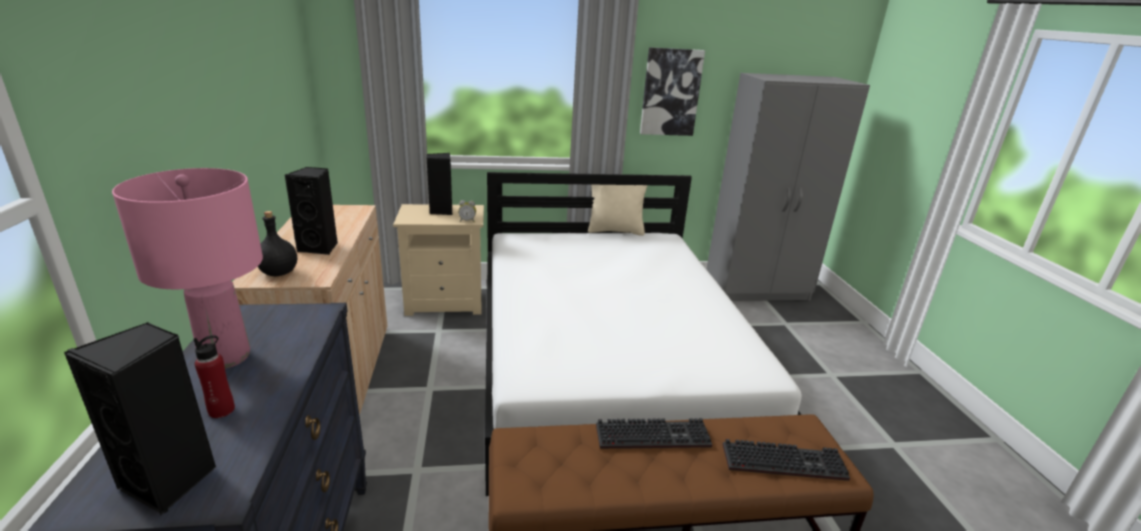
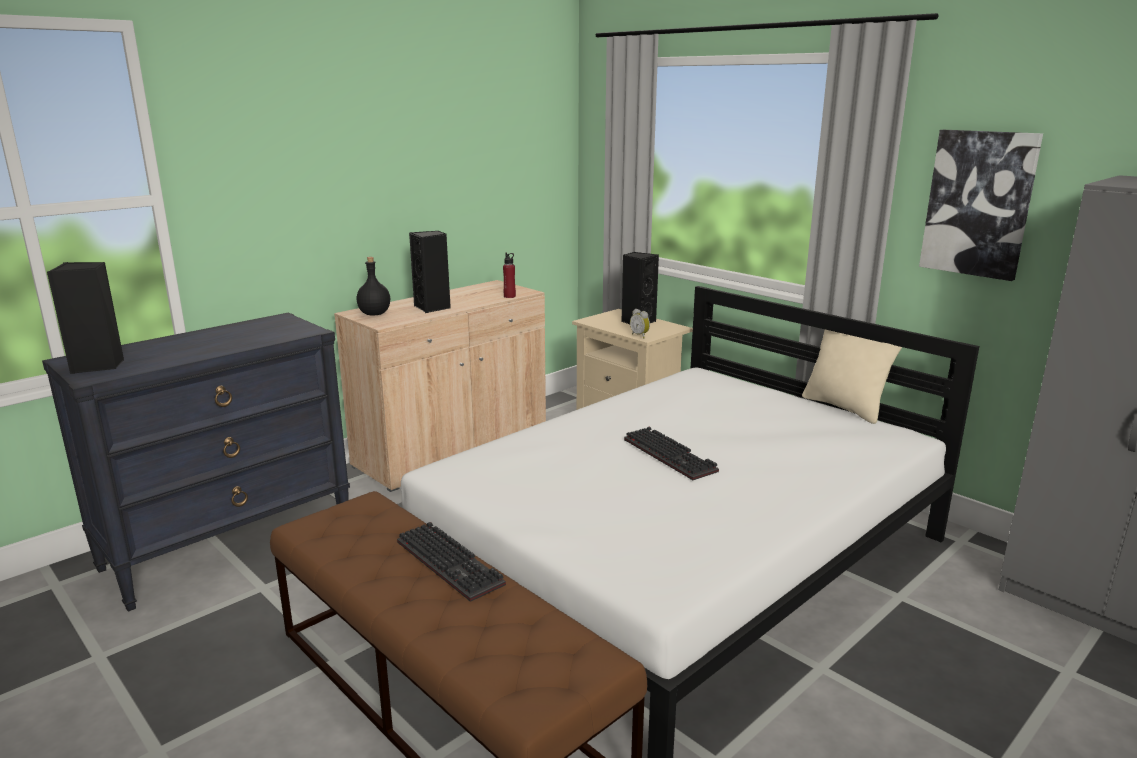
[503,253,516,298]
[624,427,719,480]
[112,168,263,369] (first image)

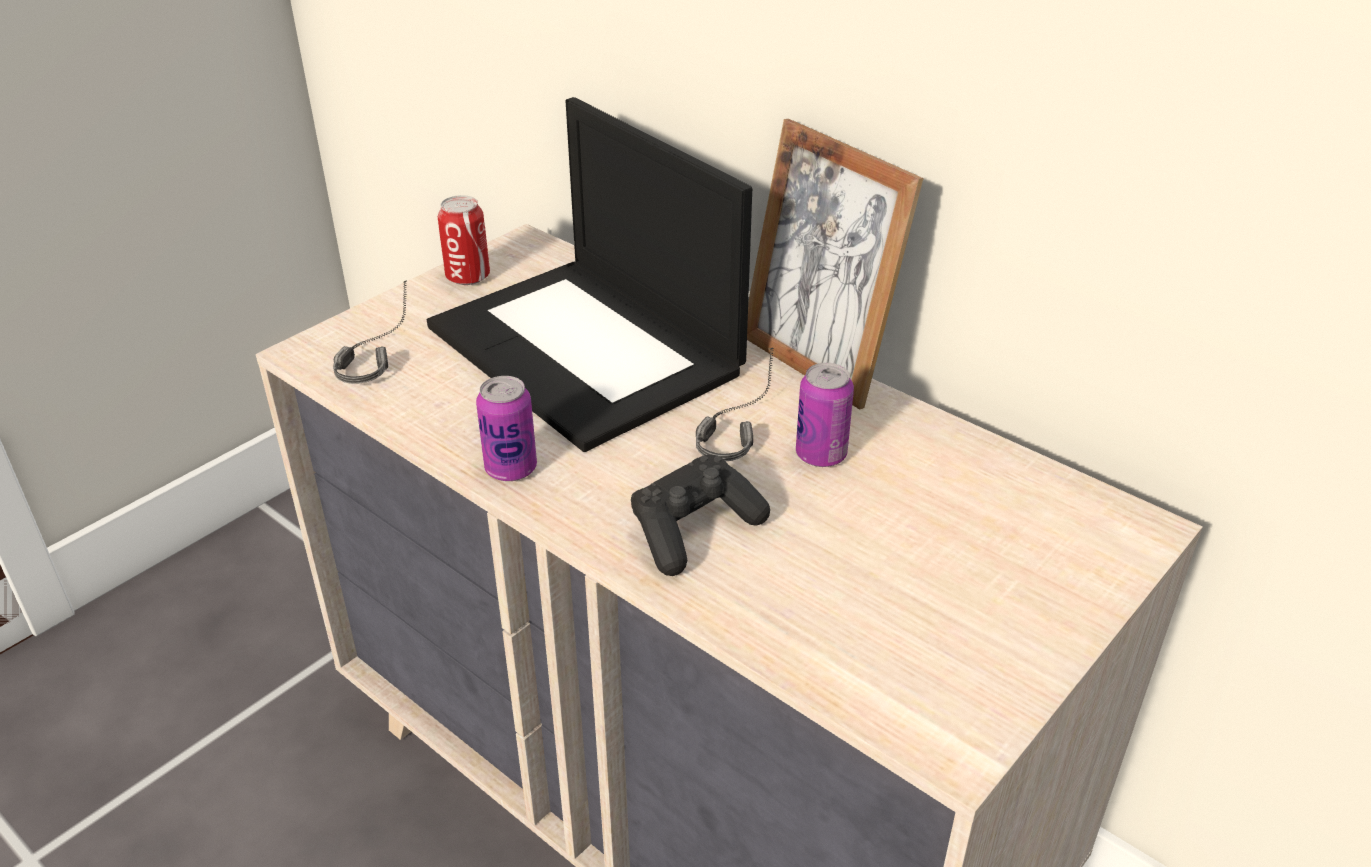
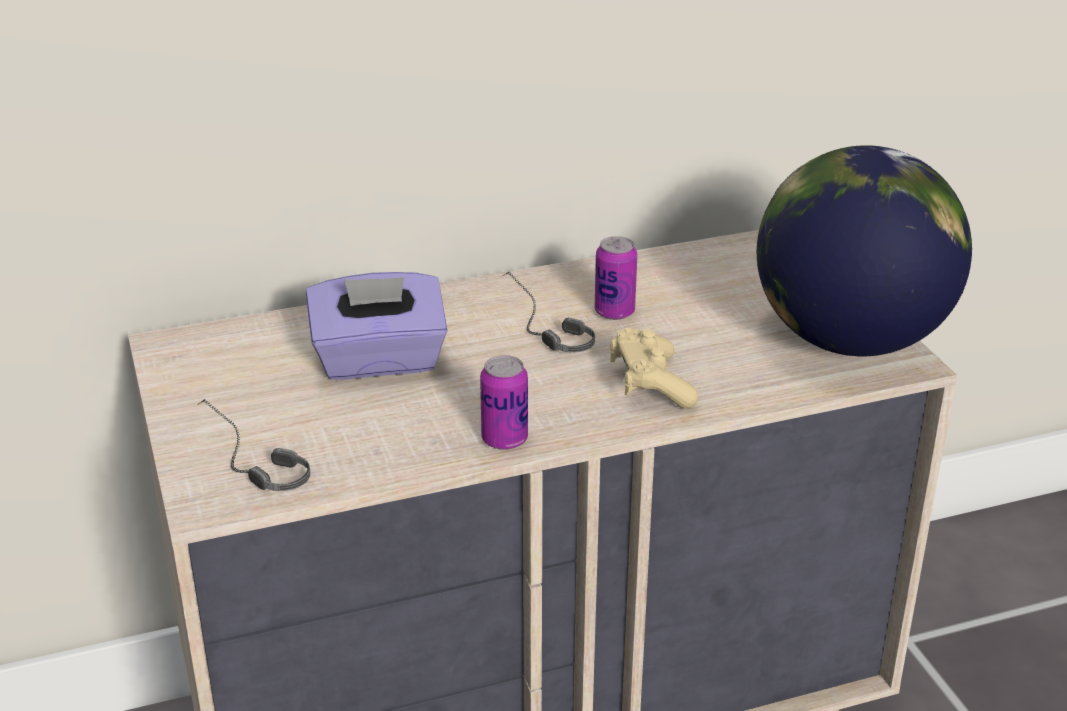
[306,272,447,380]
[609,328,698,409]
[757,145,972,357]
[438,195,490,285] (first image)
[747,119,924,410] (first image)

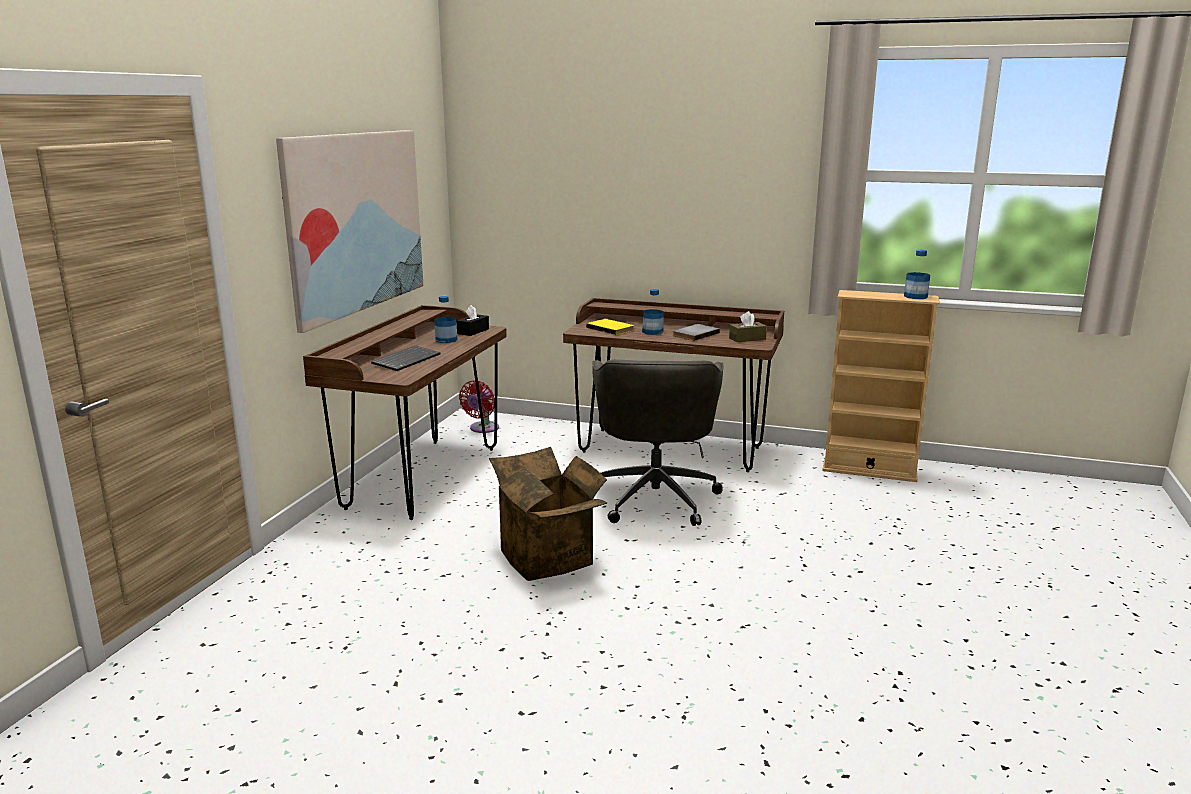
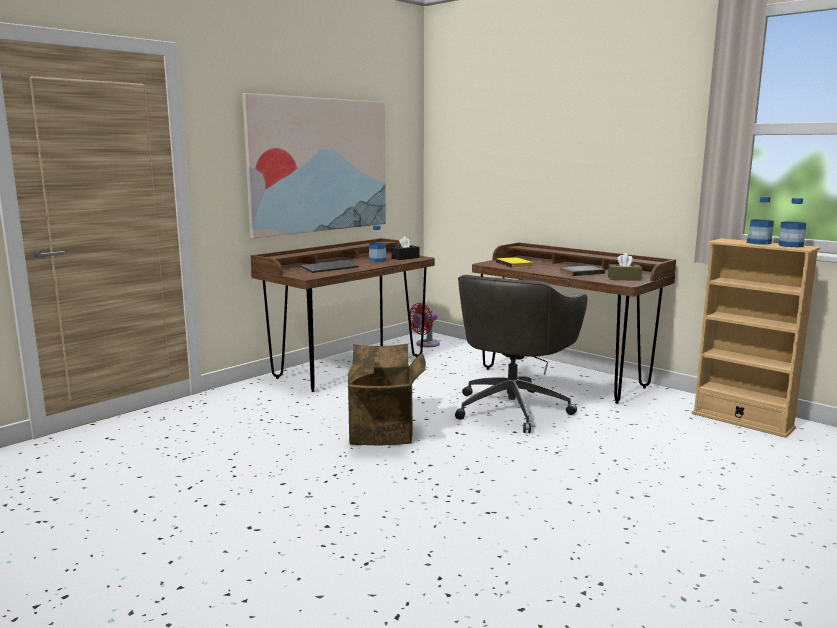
[747,196,774,245]

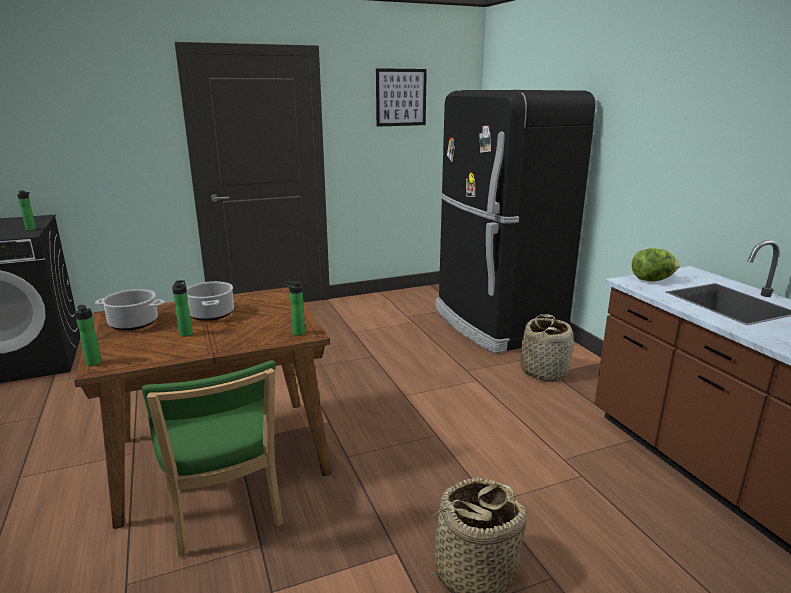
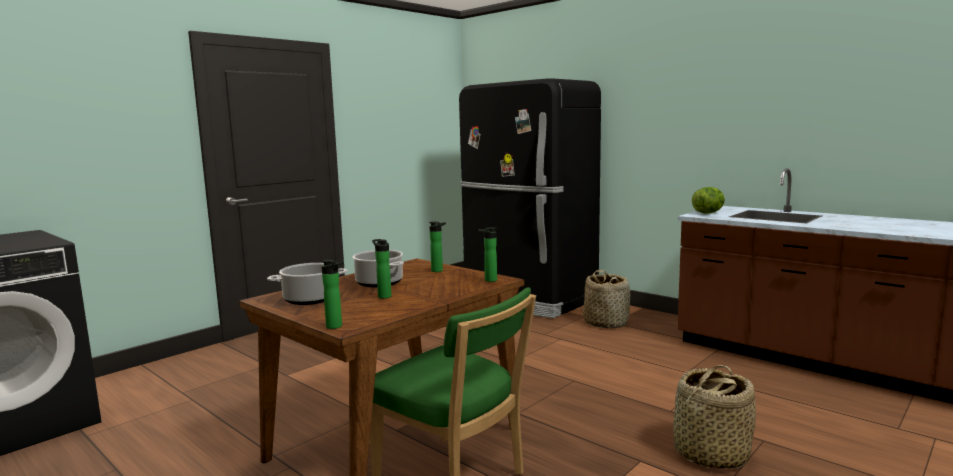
[429,221,446,272]
[376,68,427,127] (first image)

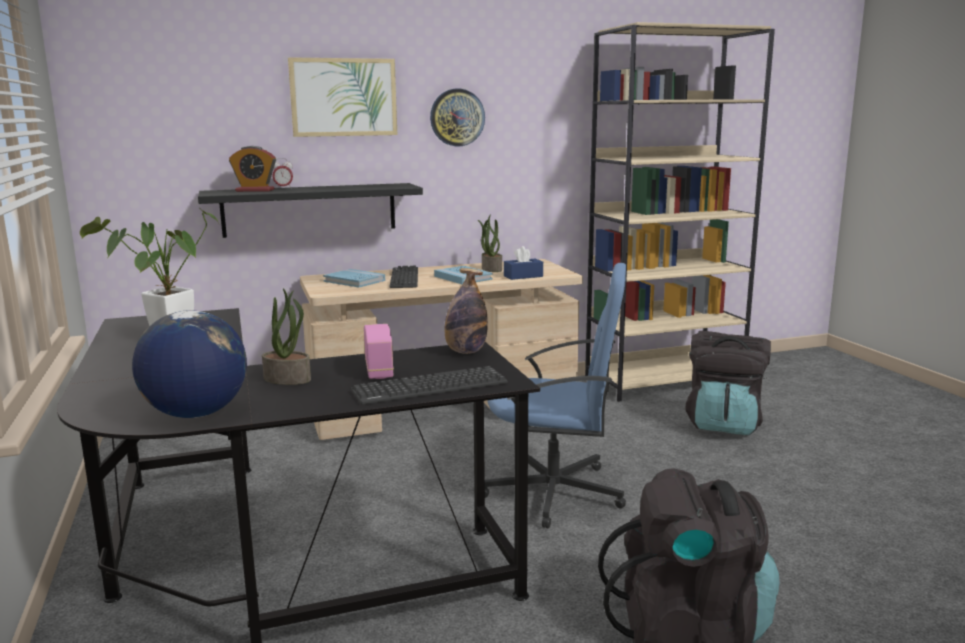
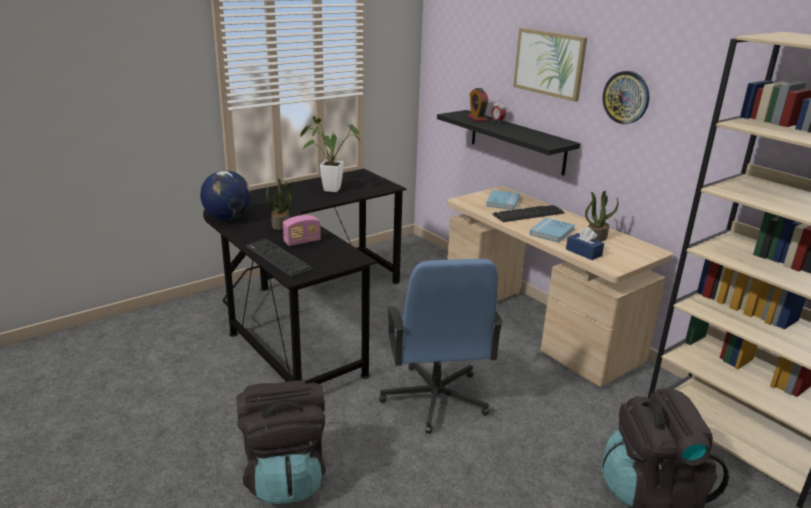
[445,268,488,354] (first image)

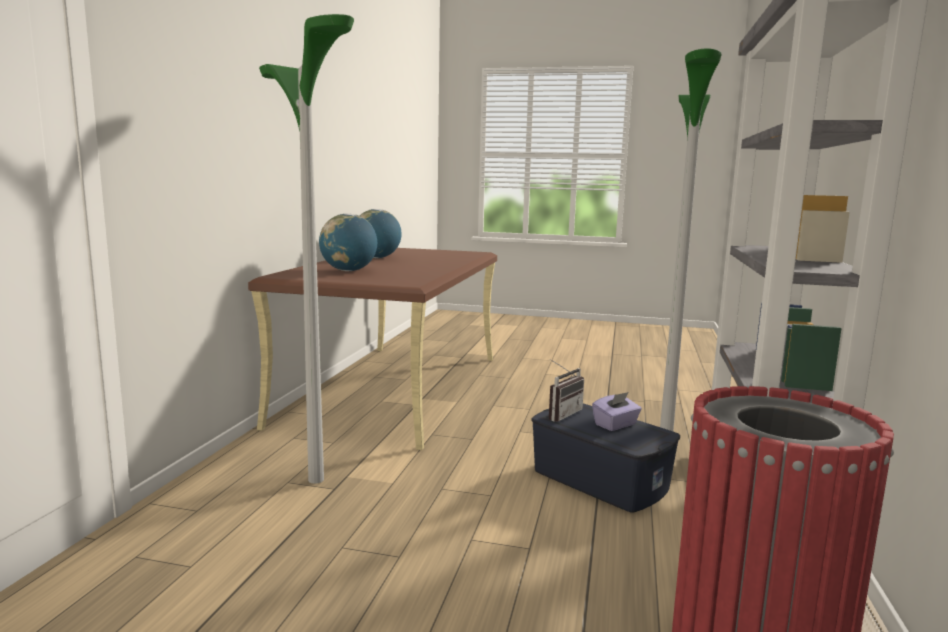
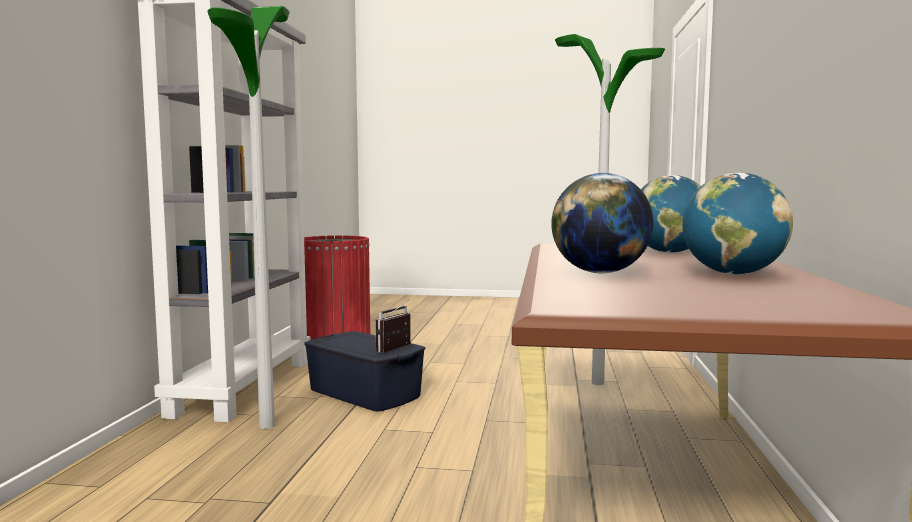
[551,173,653,273]
[592,392,642,431] (first image)

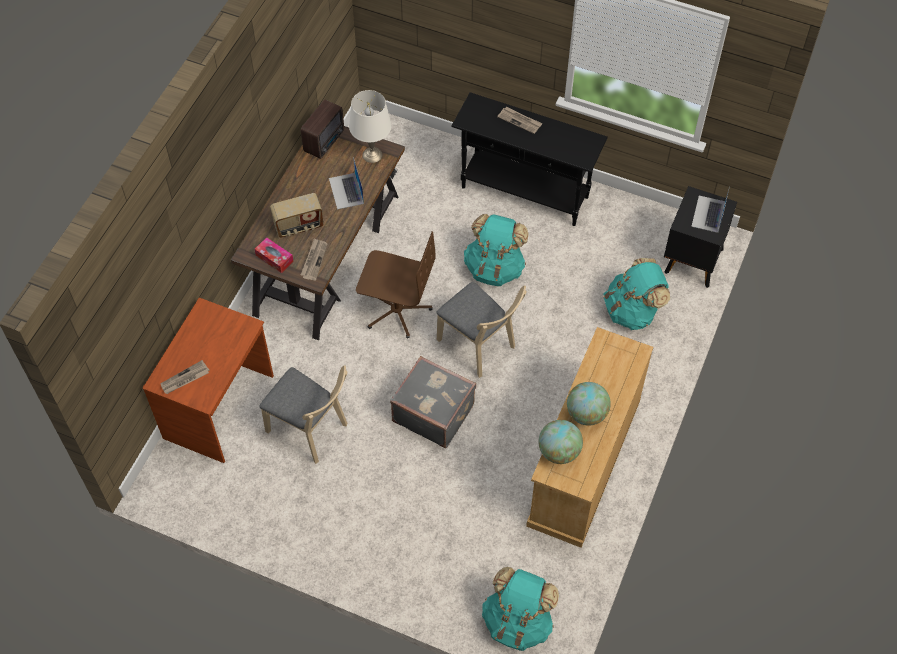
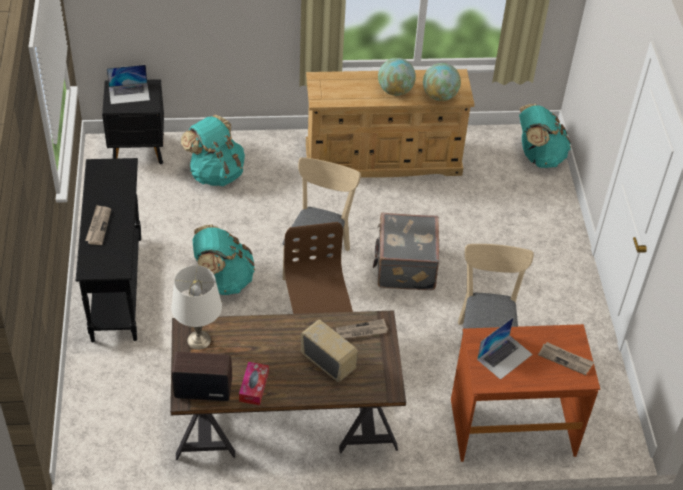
[239,362,269,405]
[477,317,533,380]

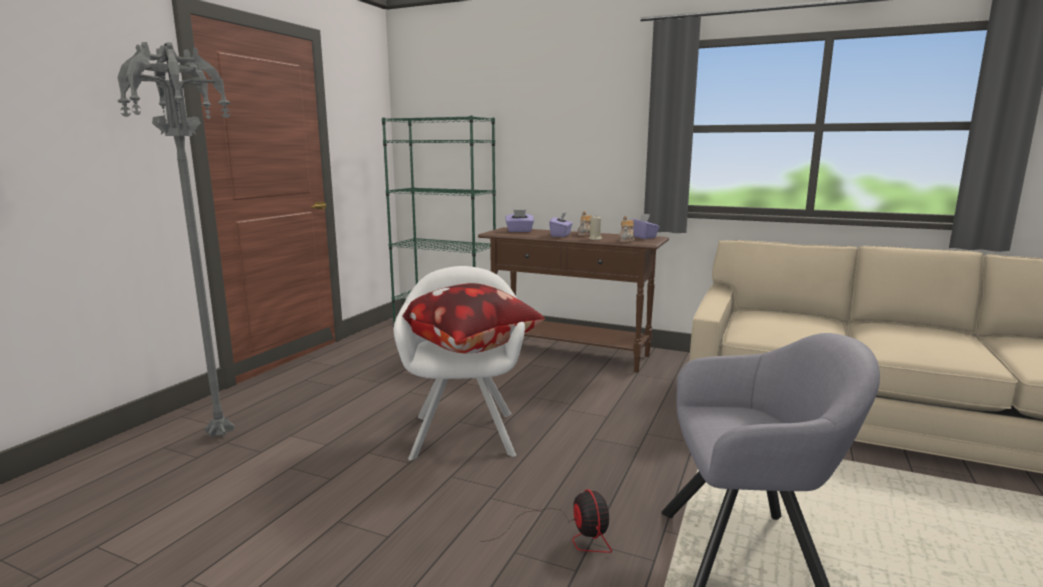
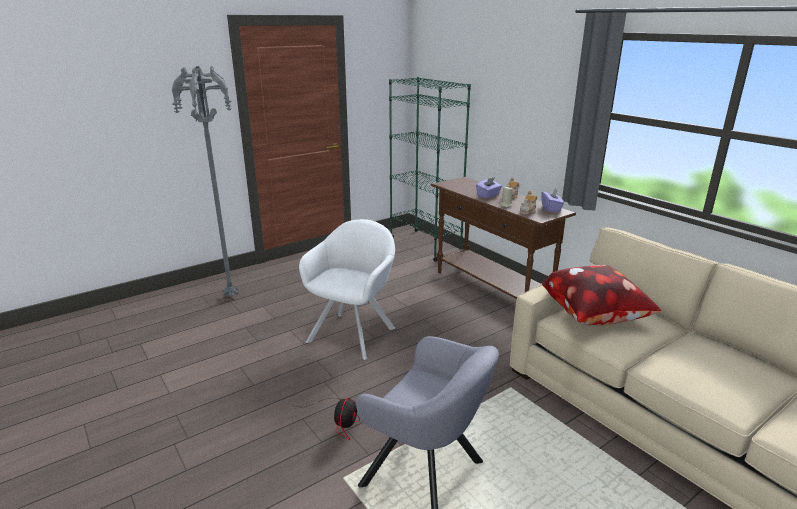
[542,265,662,325]
[506,210,534,232] (first image)

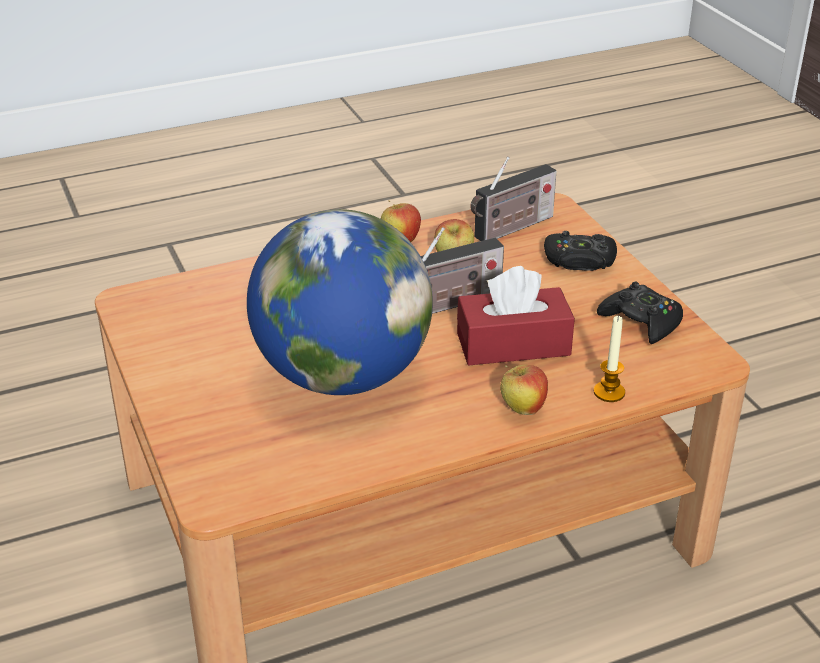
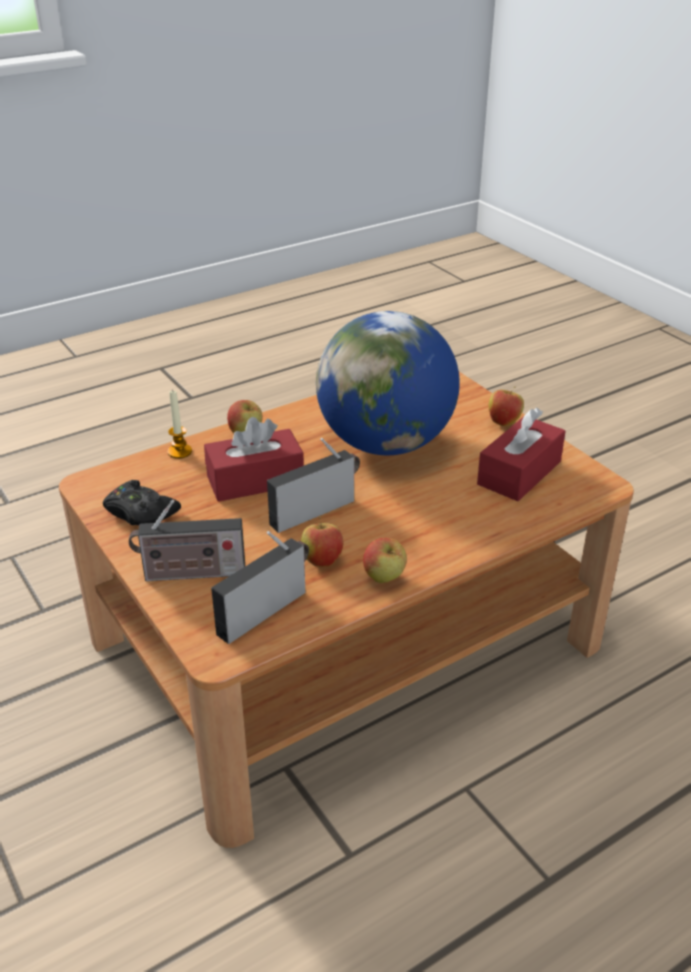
[129,500,245,581]
[477,408,566,501]
[488,386,524,426]

